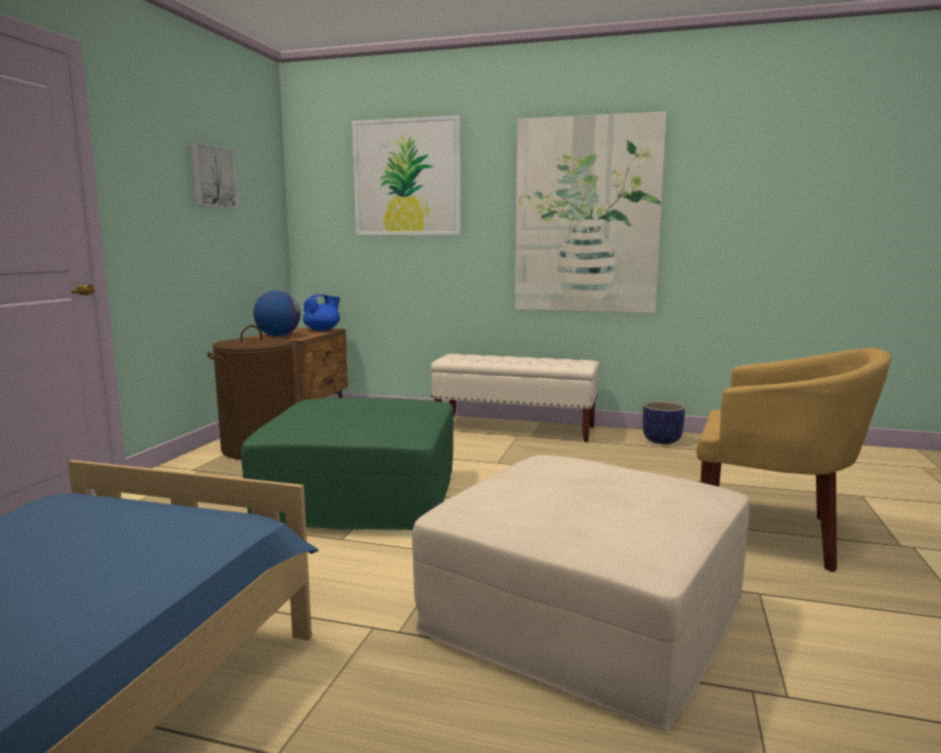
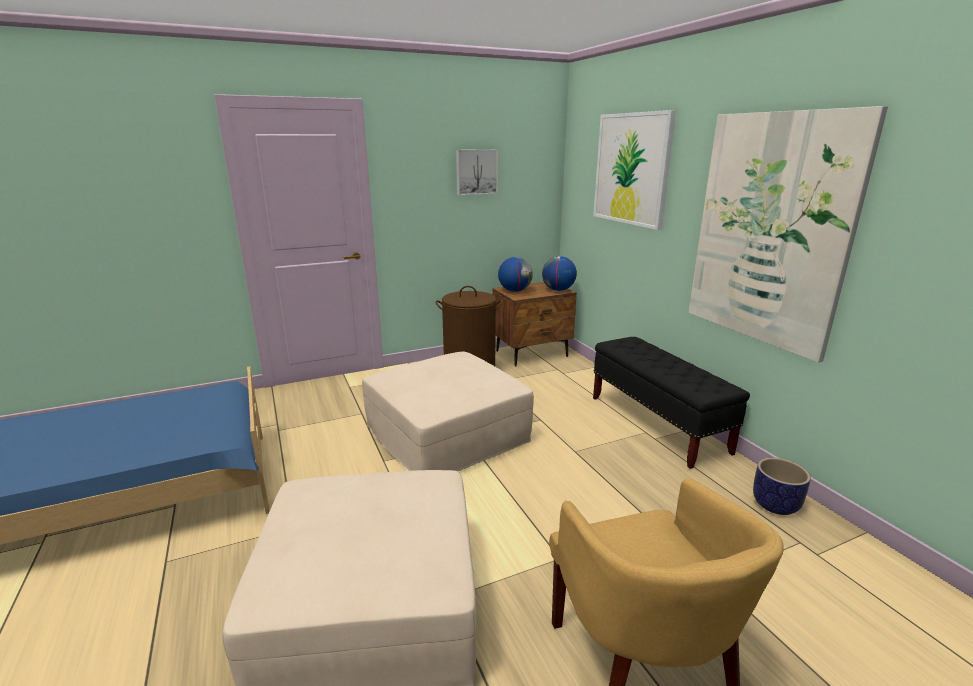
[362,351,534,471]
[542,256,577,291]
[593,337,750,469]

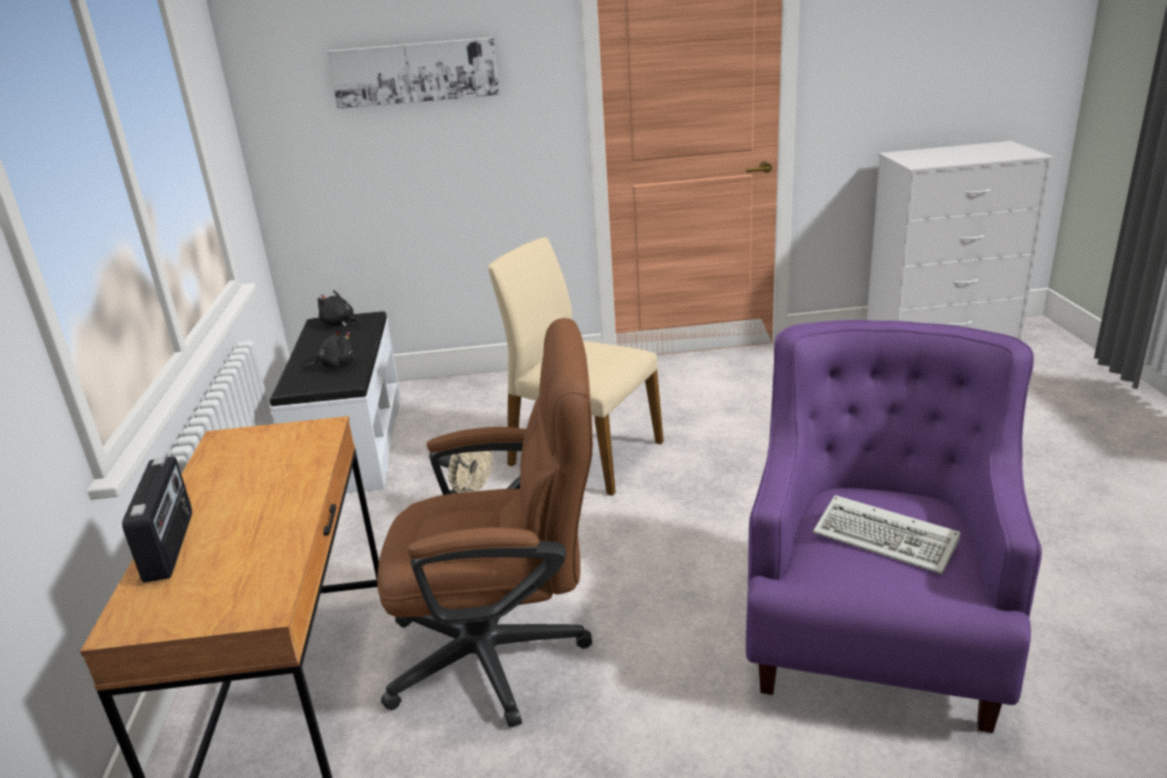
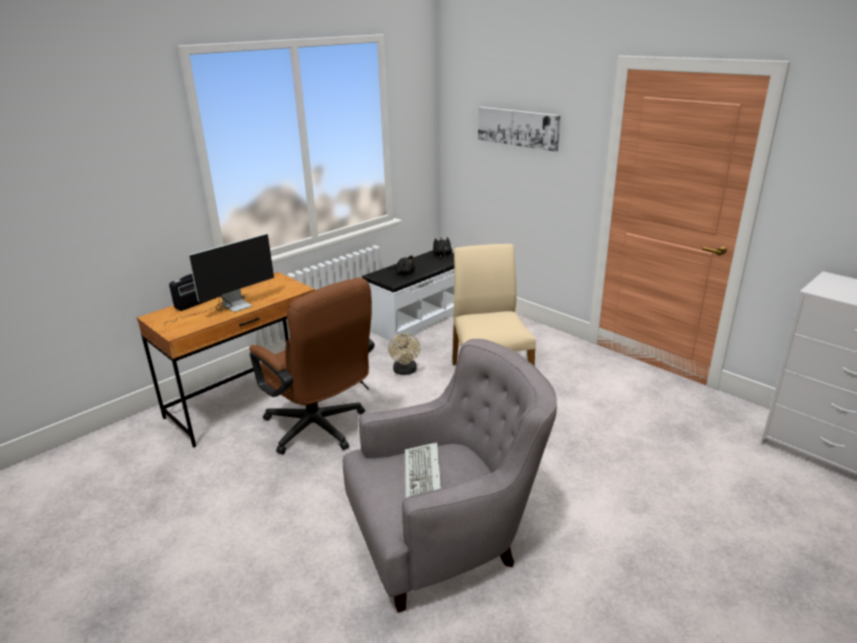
[164,234,274,325]
[343,339,557,613]

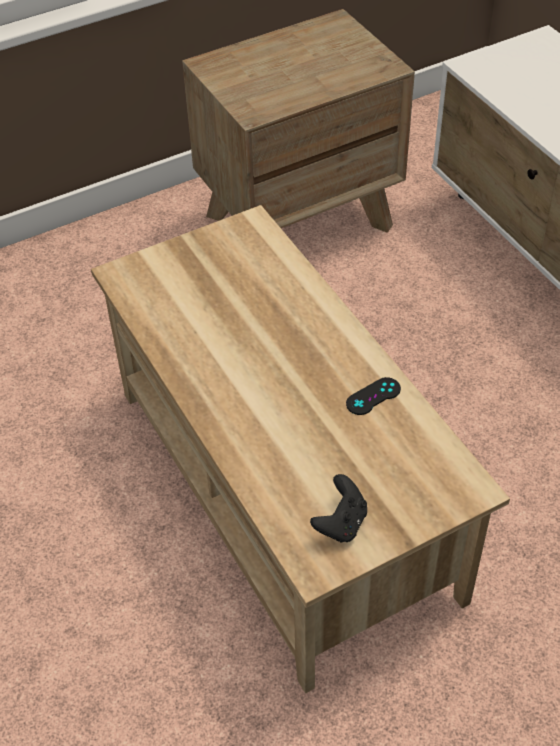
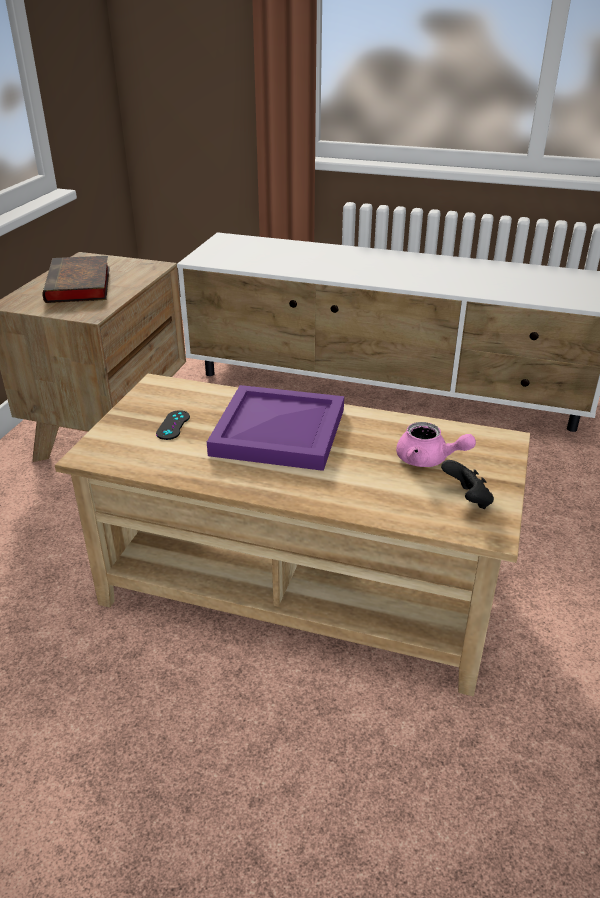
[42,256,110,303]
[156,410,190,440]
[207,385,344,471]
[396,422,476,467]

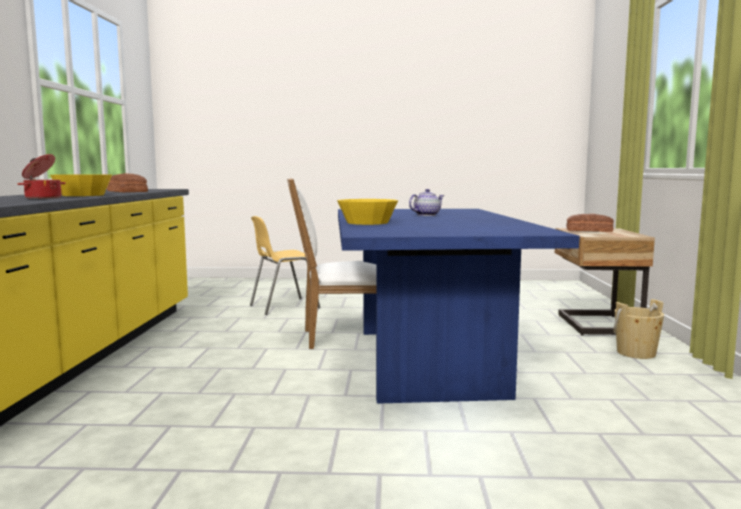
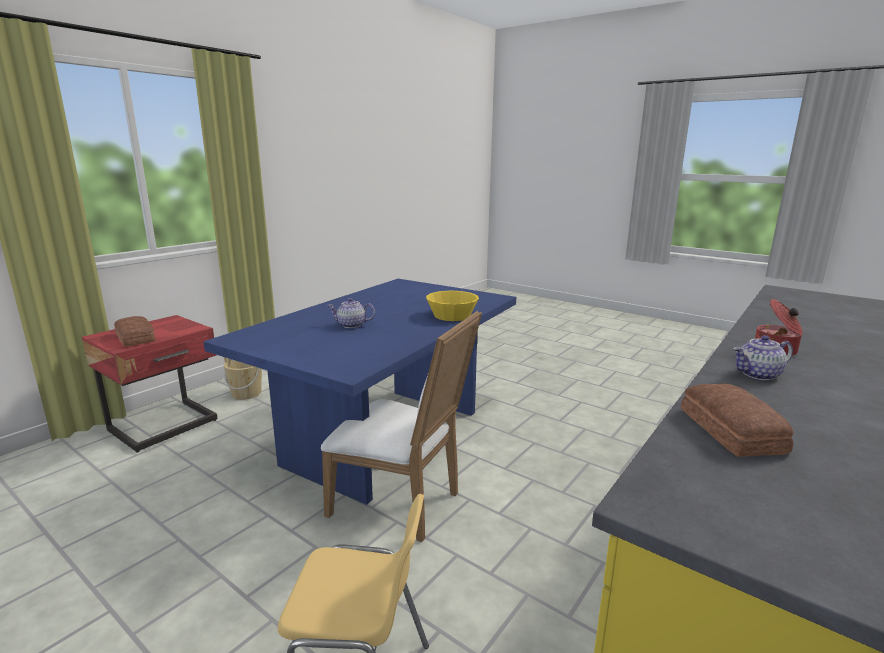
[82,315,218,452]
[733,335,793,380]

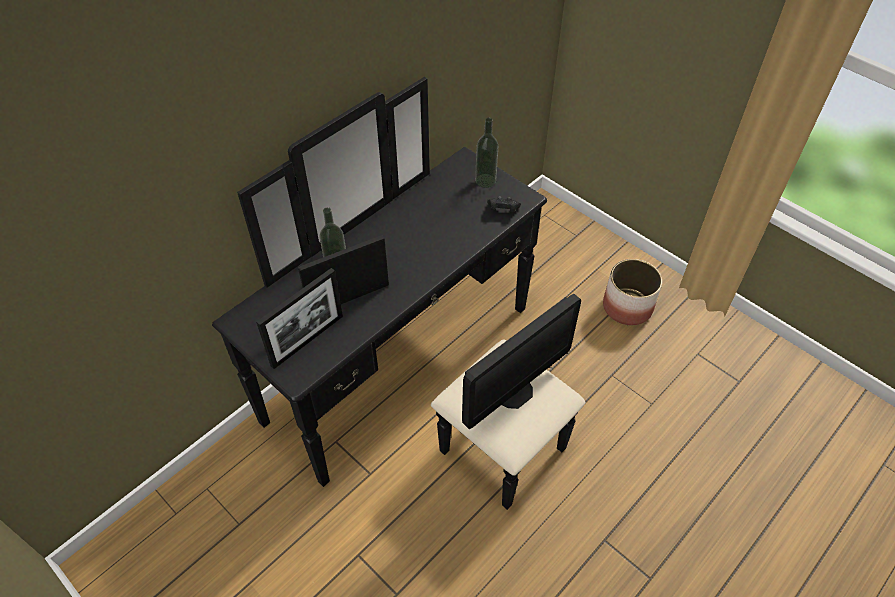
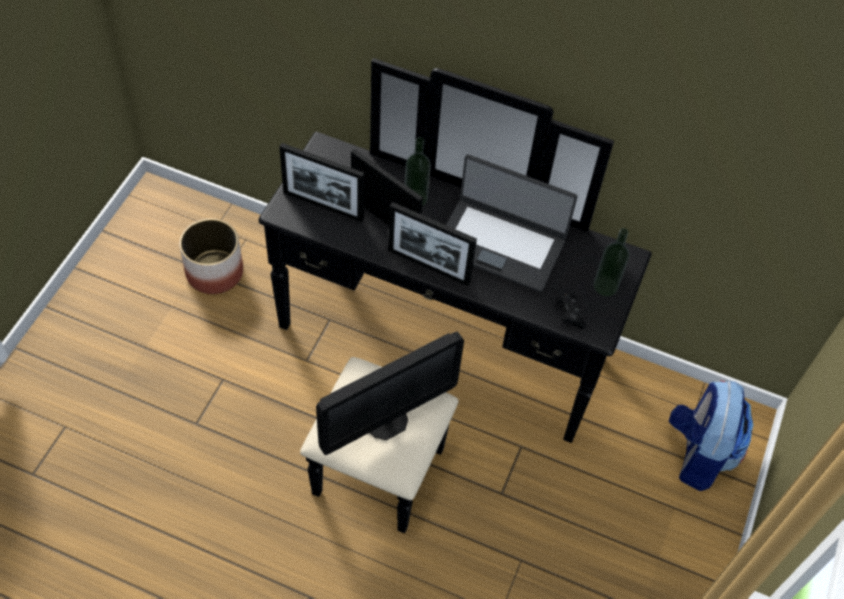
[179,219,243,294]
[316,331,464,455]
[388,202,477,286]
[446,154,578,292]
[669,380,753,491]

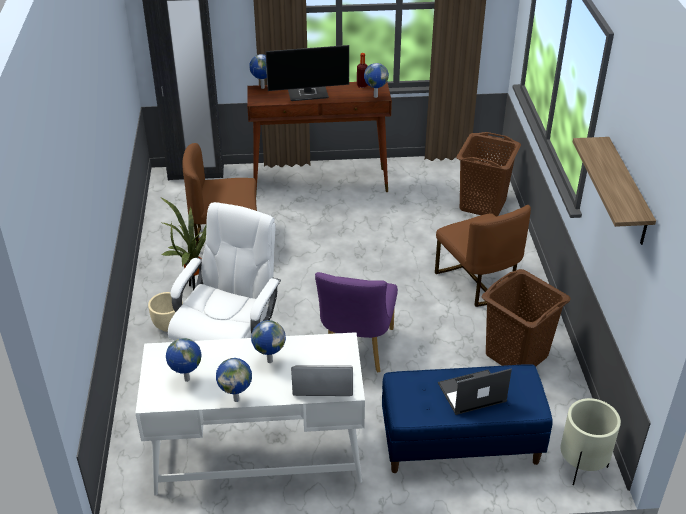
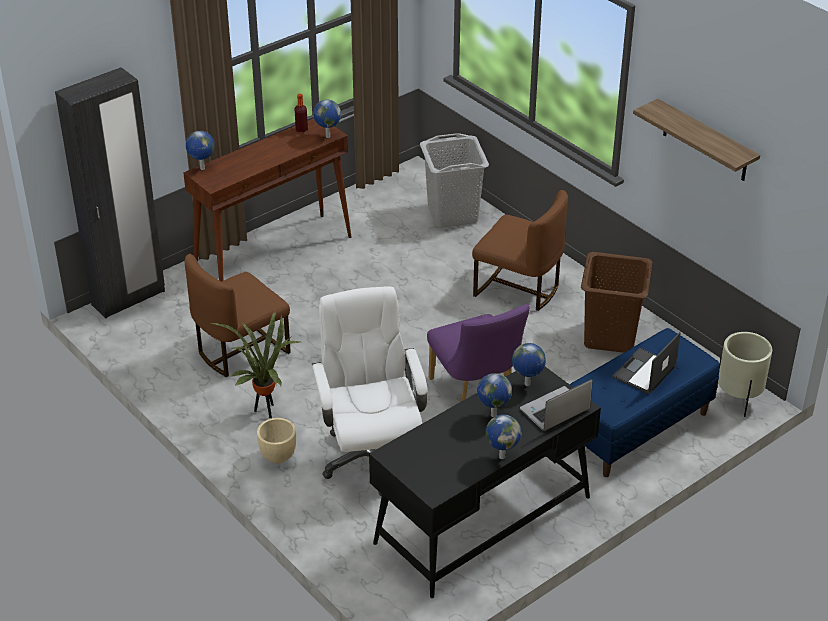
[369,366,601,598]
[420,133,489,227]
[512,343,546,386]
[265,45,349,101] (first image)

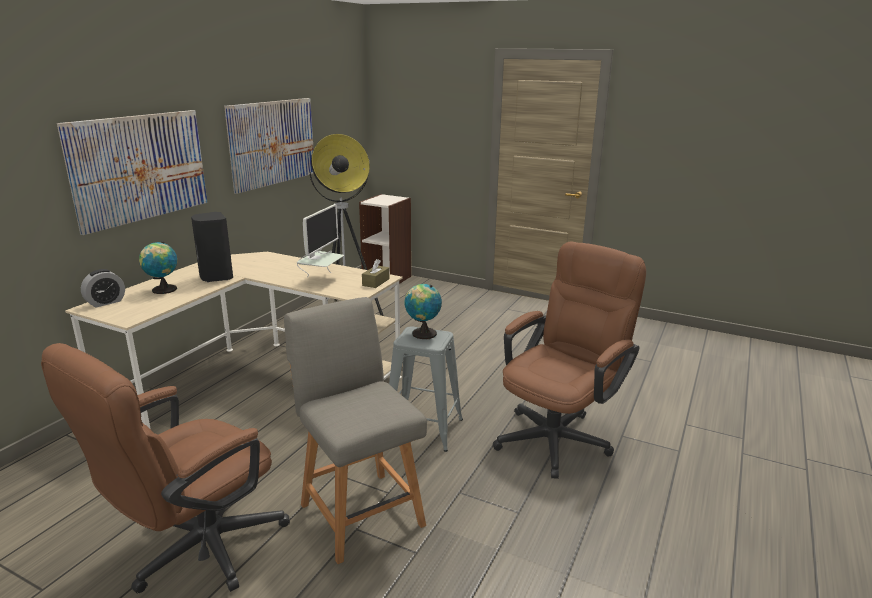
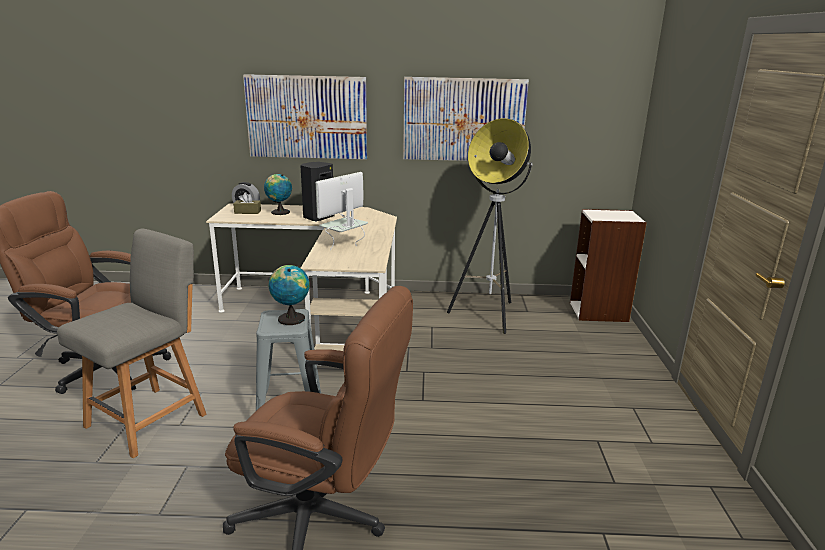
[233,192,261,214]
[316,172,368,250]

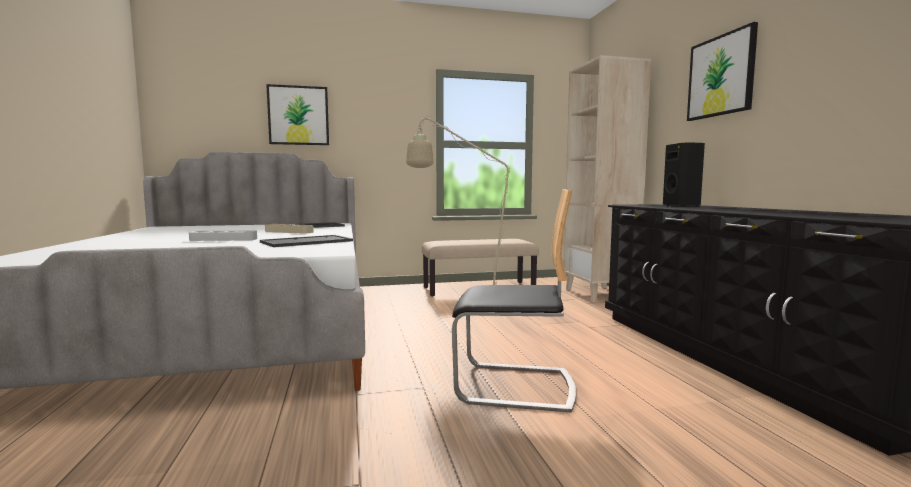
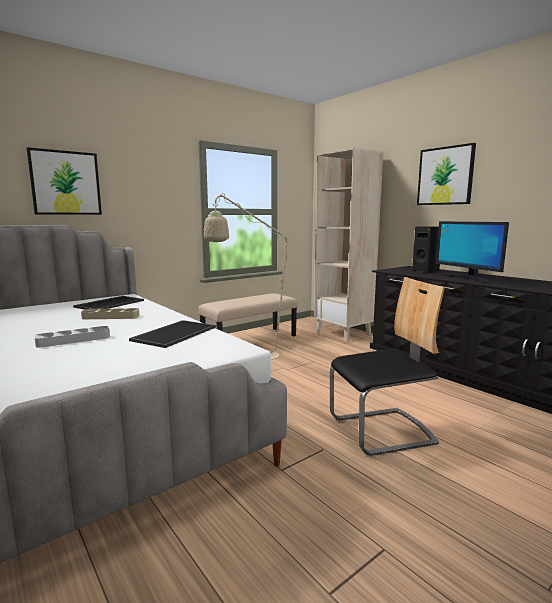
[436,221,509,283]

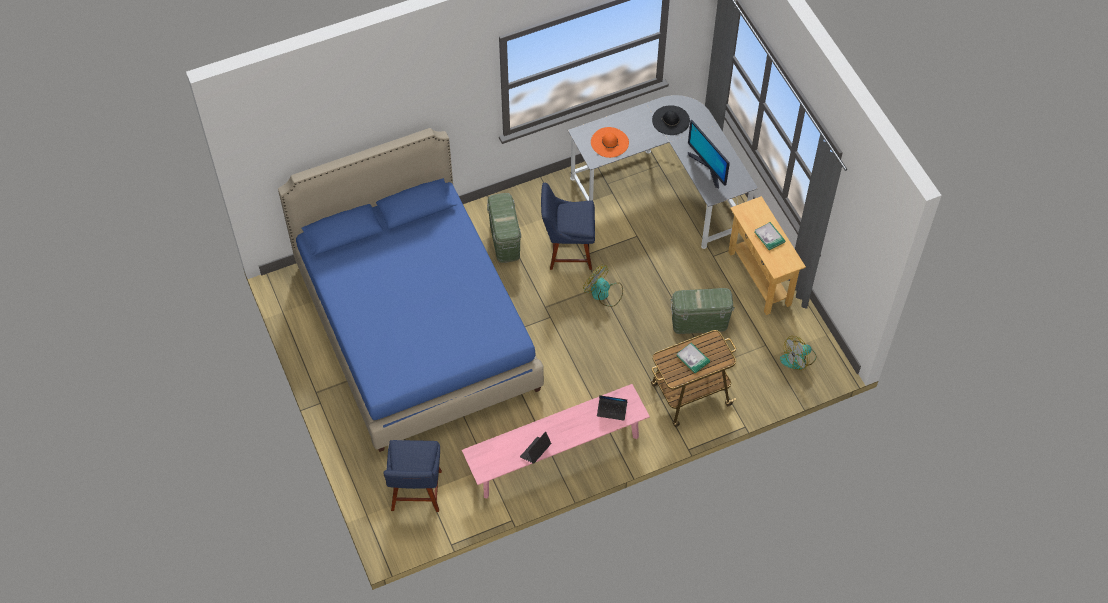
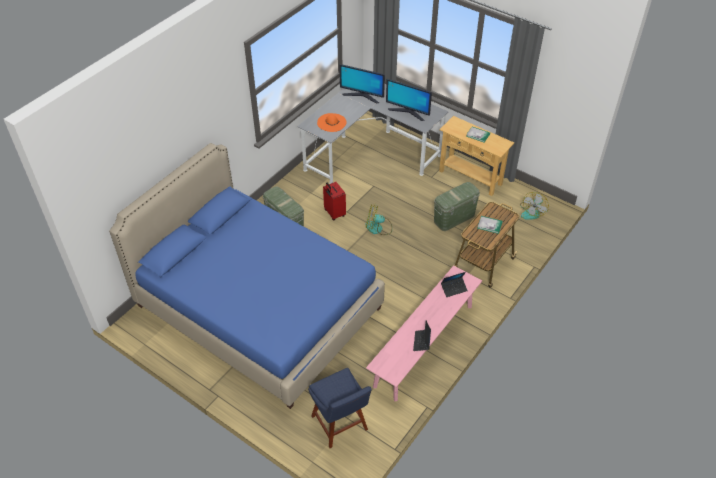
[323,182,346,221]
[339,64,385,104]

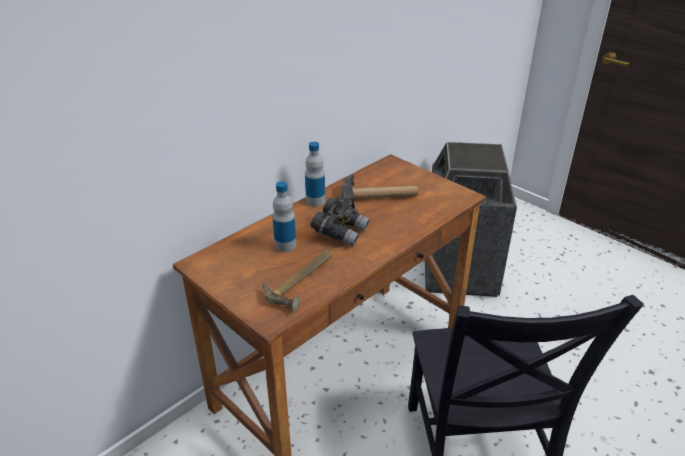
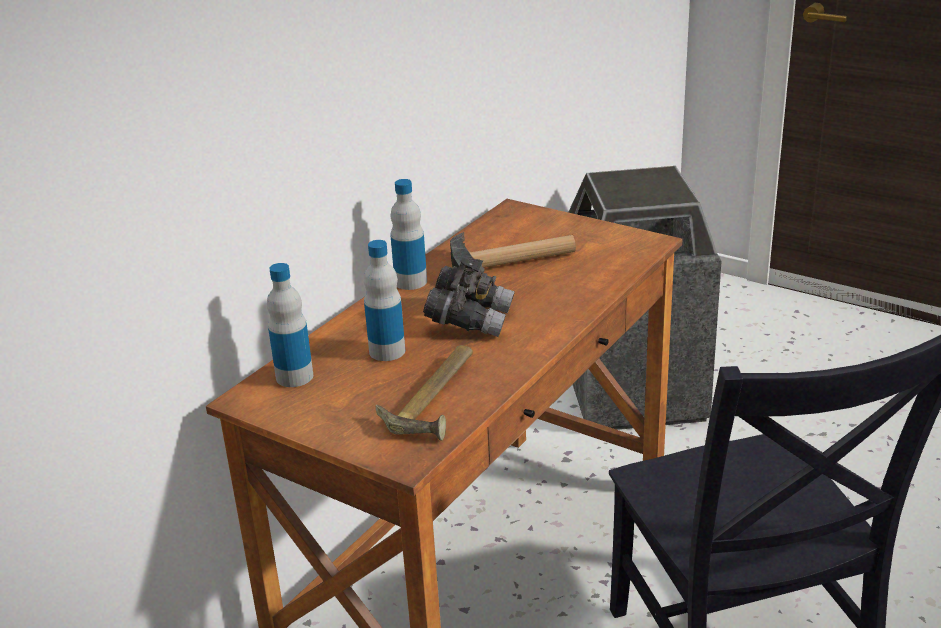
[267,263,313,387]

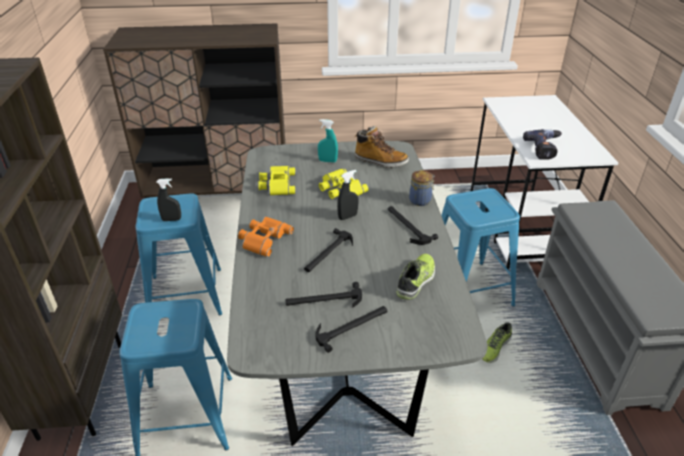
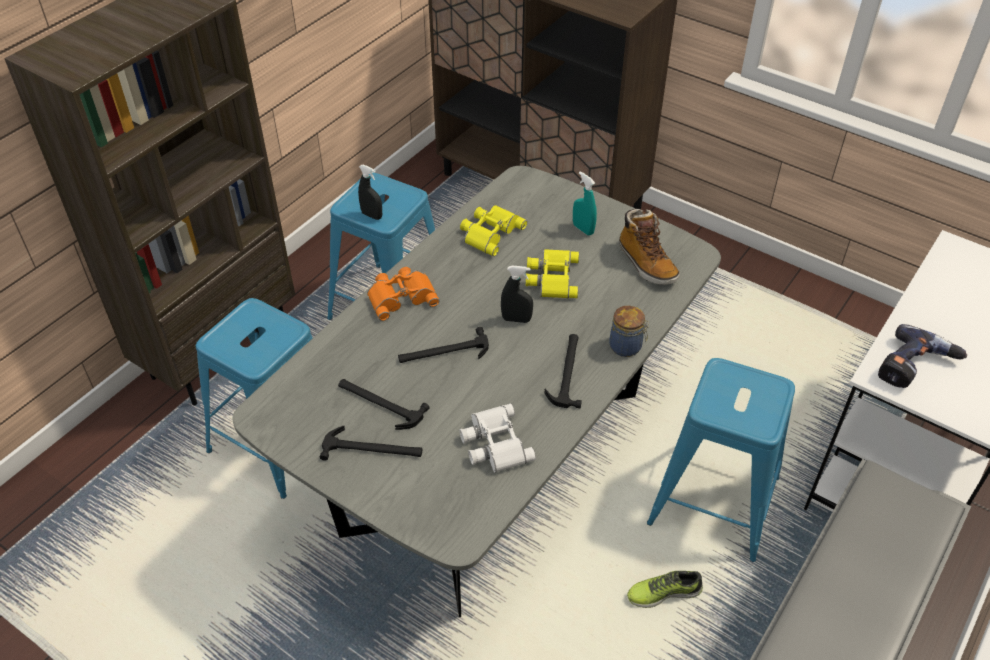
[459,404,536,472]

